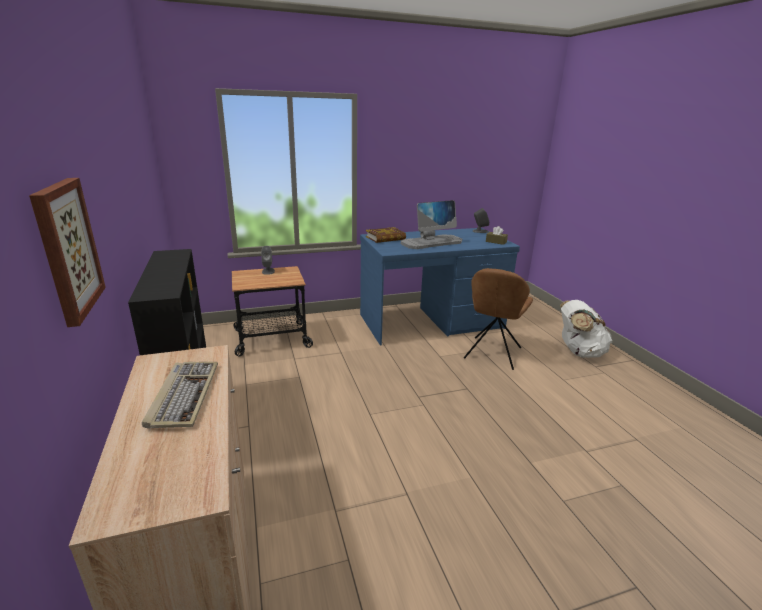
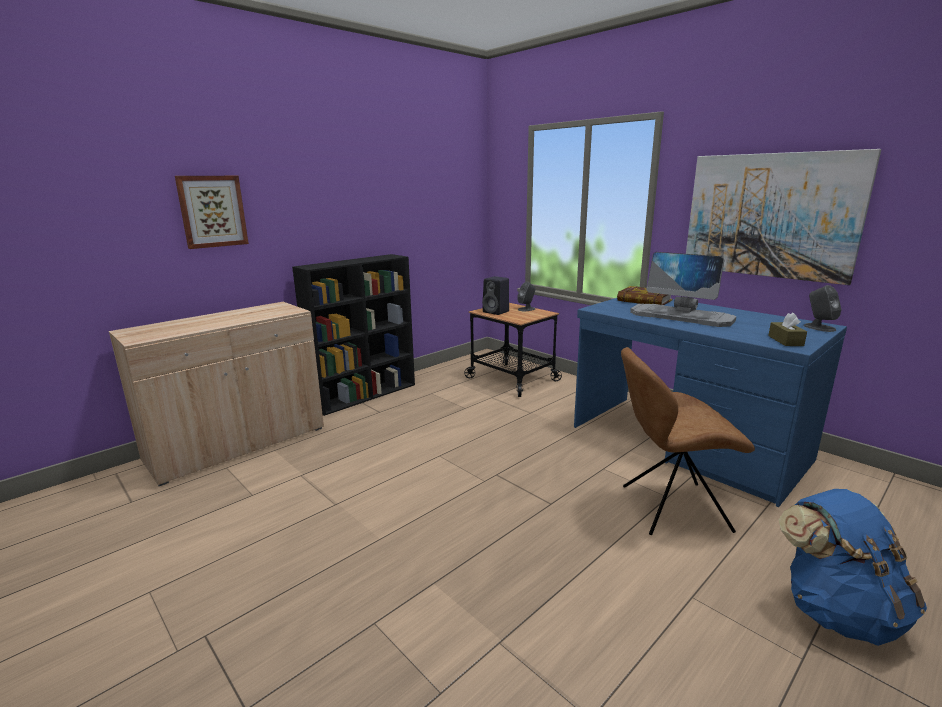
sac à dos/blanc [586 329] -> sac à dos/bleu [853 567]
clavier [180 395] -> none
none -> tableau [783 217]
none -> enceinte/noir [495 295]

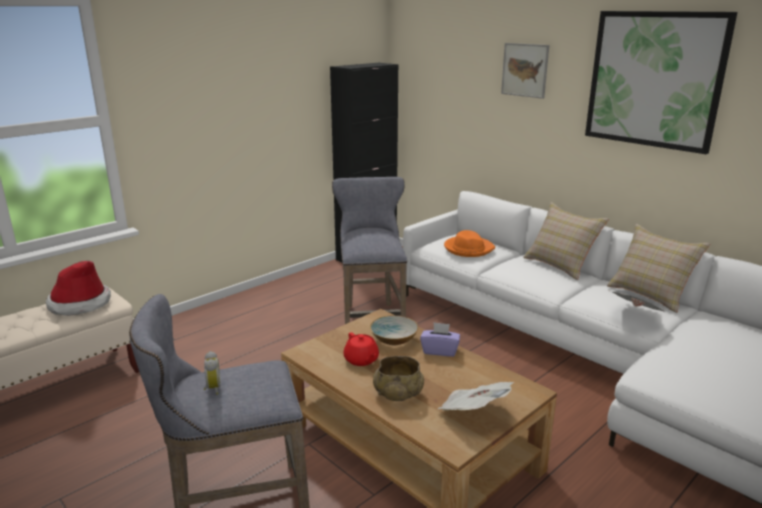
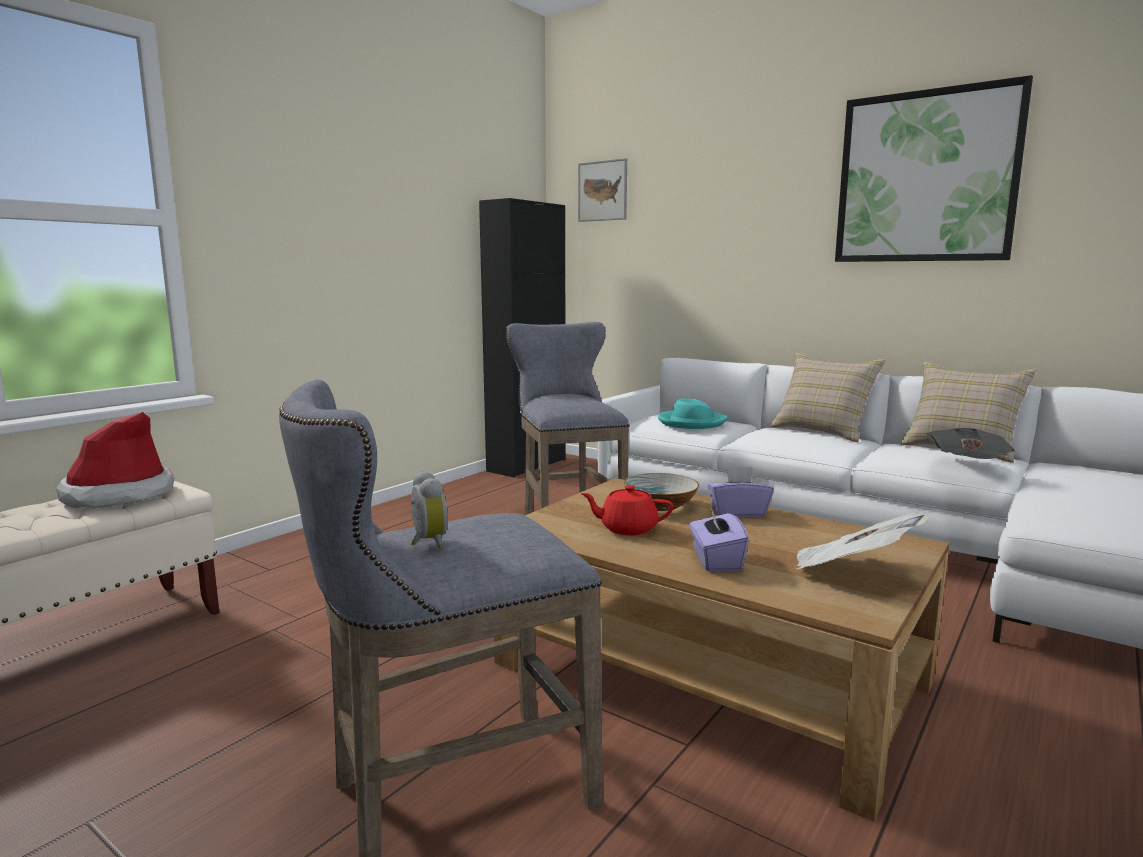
tableau [525 71] -> tableau [602 190], relocated
chapeau/orange [469 243] -> chapeau/turquoise [693 413]
théière/rouge [361 349] -> théière/rouge [627 510], 135 degrees clockwise
bol/beige [398 378] -> boîte à mouchoirs/violet [719 538]

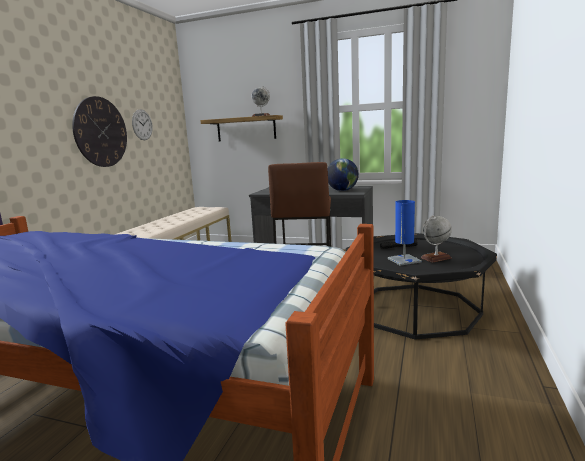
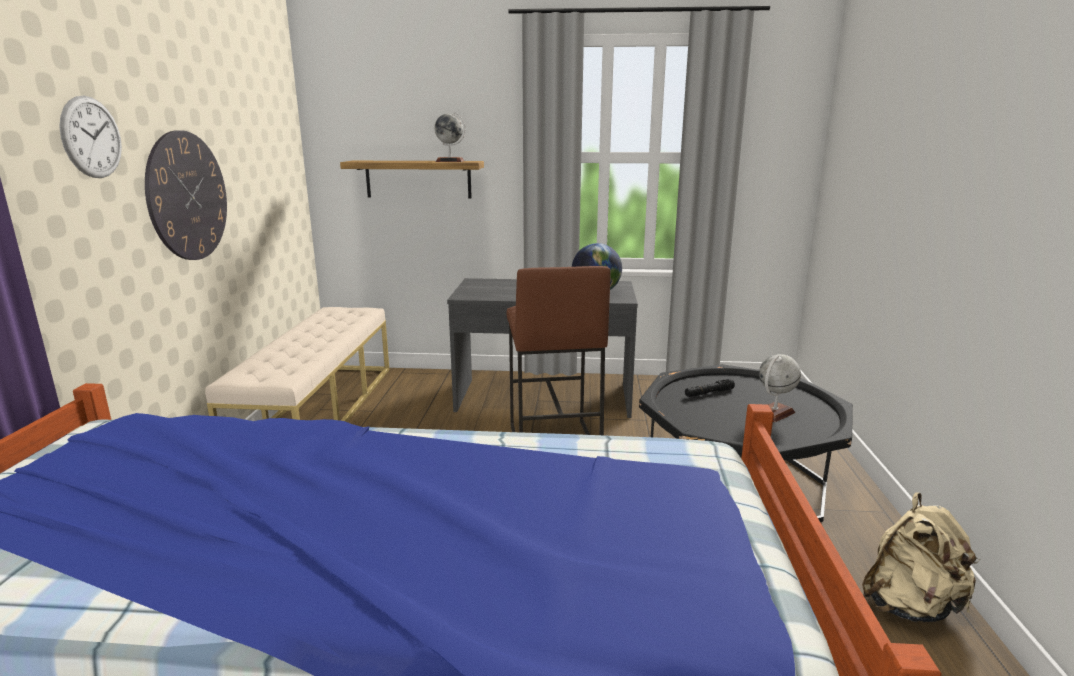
horloge murale [142 124] -> horloge murale [90 137], relocated
lampe de table/bleu [405 233] -> none
none -> sac à dos/beige [921 557]

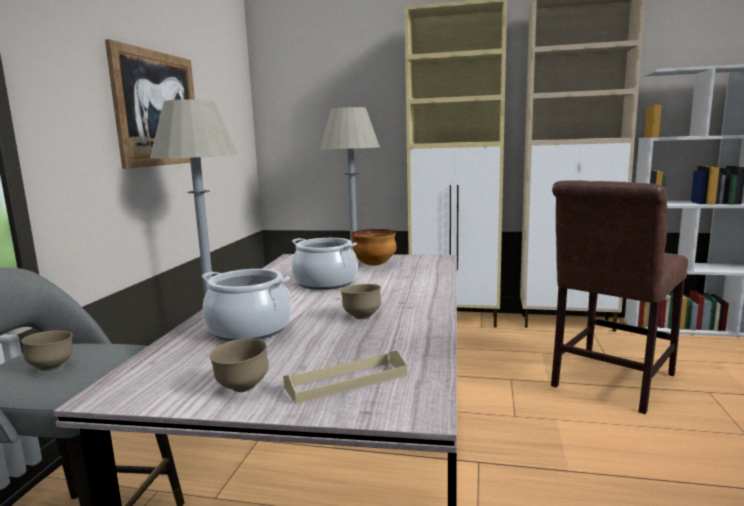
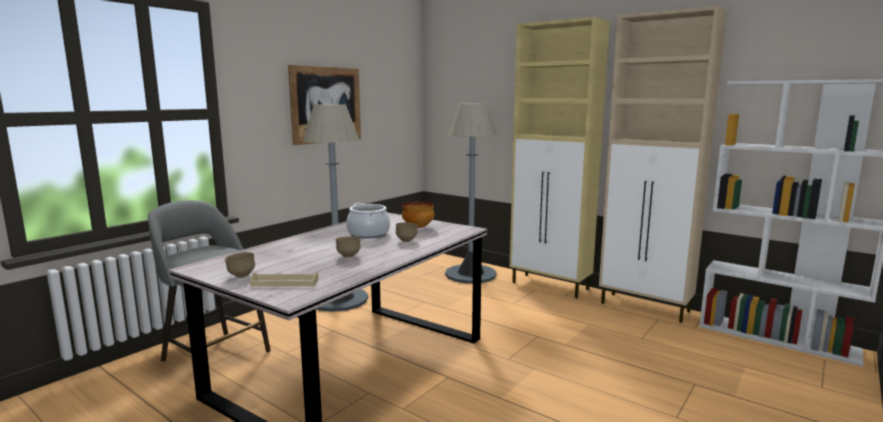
chaise/marron [619 297] -> none
marmite [247 305] -> none
bol/marron [47 350] -> bol/marron [407 232], relocated

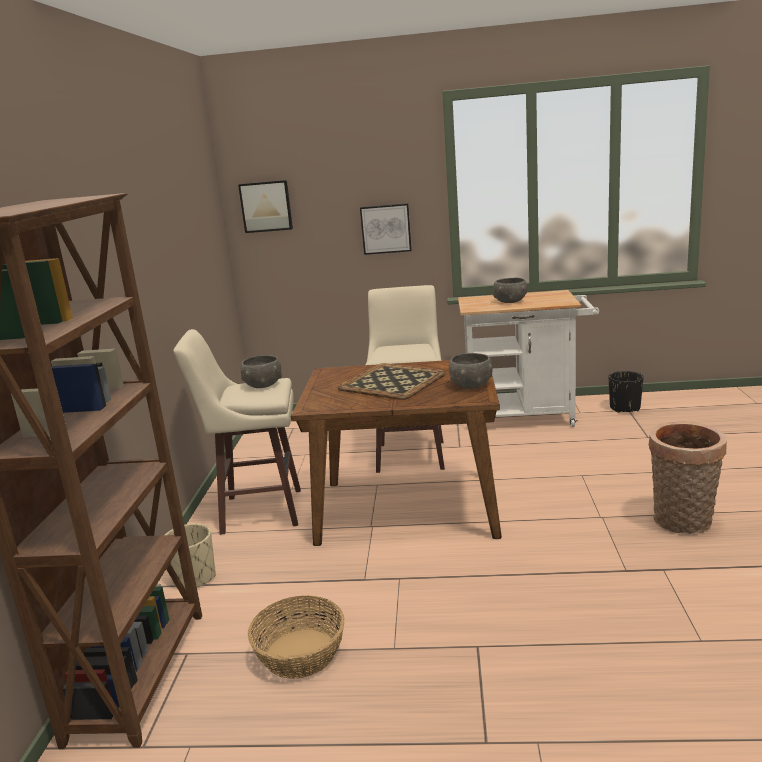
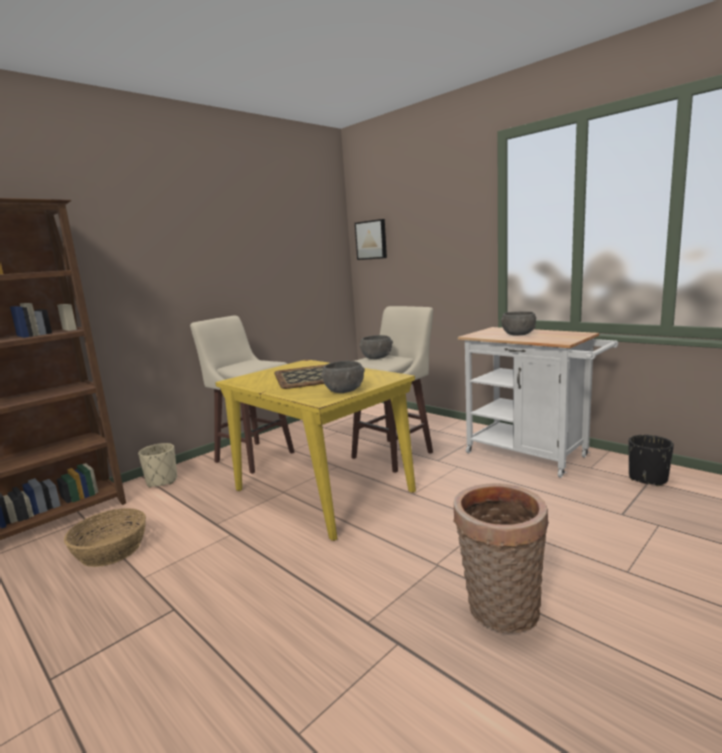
tableau [386 229] -> none
bol/gris [261 371] -> bol/gris [376 347], relocated
table à manger/marron [396 453] -> table à manger/jaune [315 450]

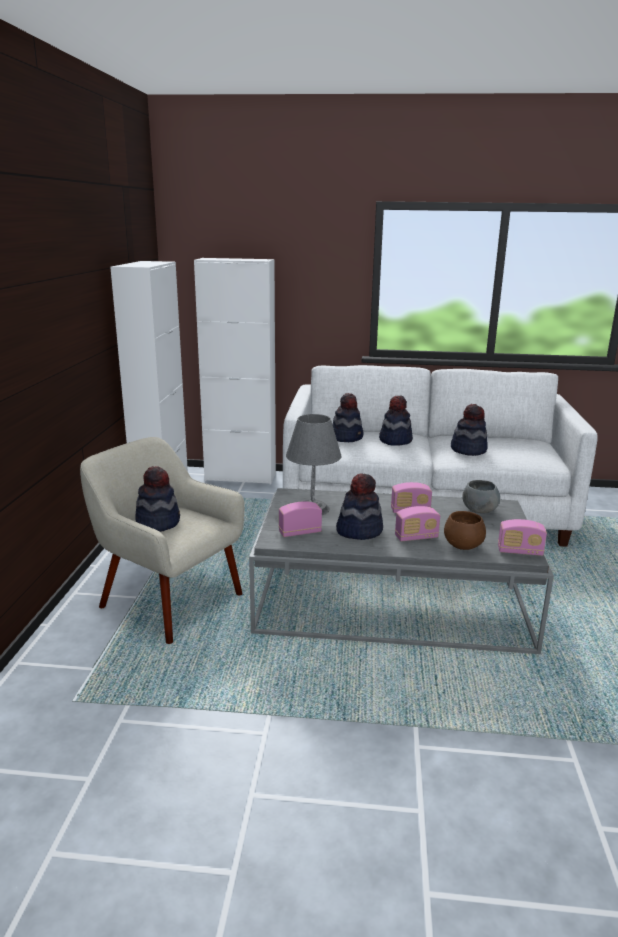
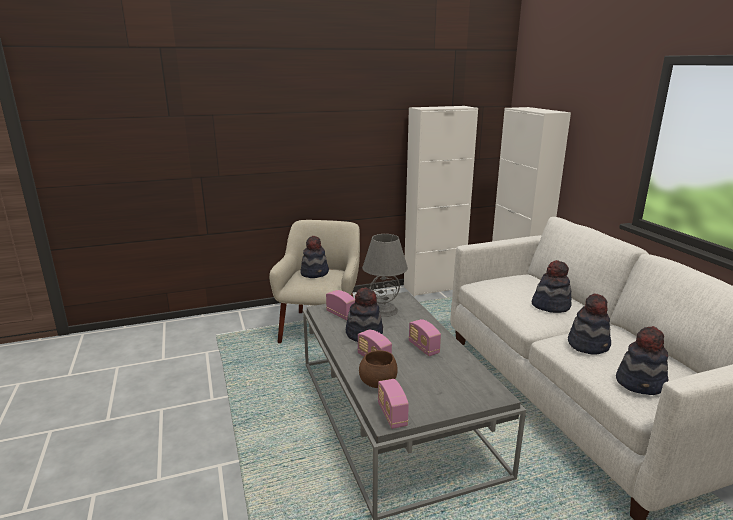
chapeau [348 417] -> chapeau [642 360], relocated
bol/gris [481 496] -> none

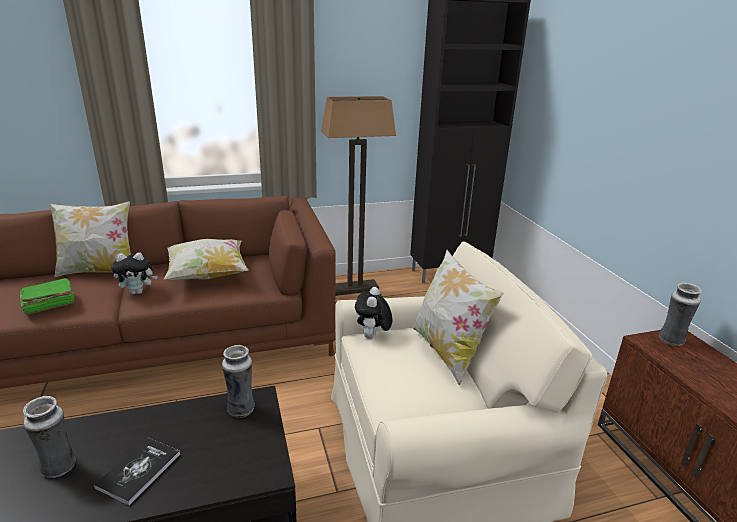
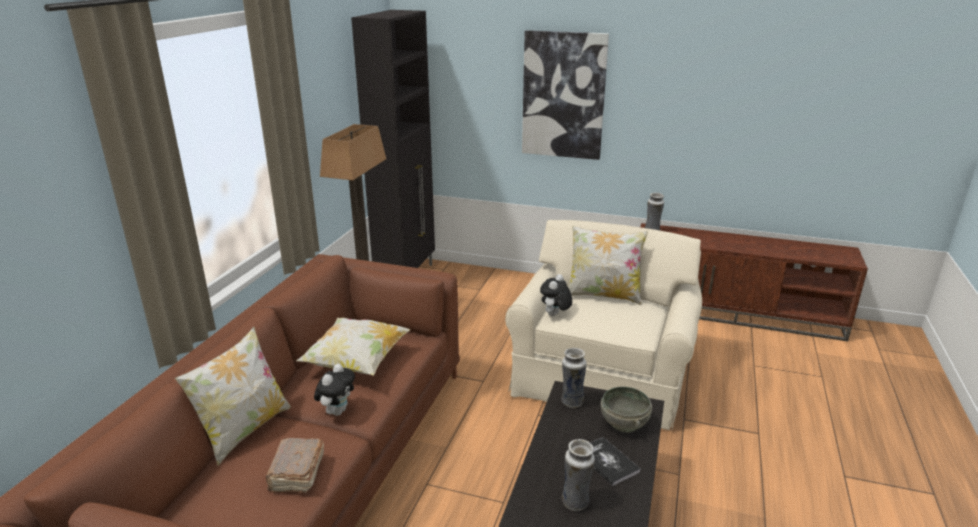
livre/vert [47 296] -> livre/marron [295 465]
peluche [373 313] -> peluche [556 295], 75 degrees clockwise
none -> tableau [565 95]
none -> bol/gris [626 410]

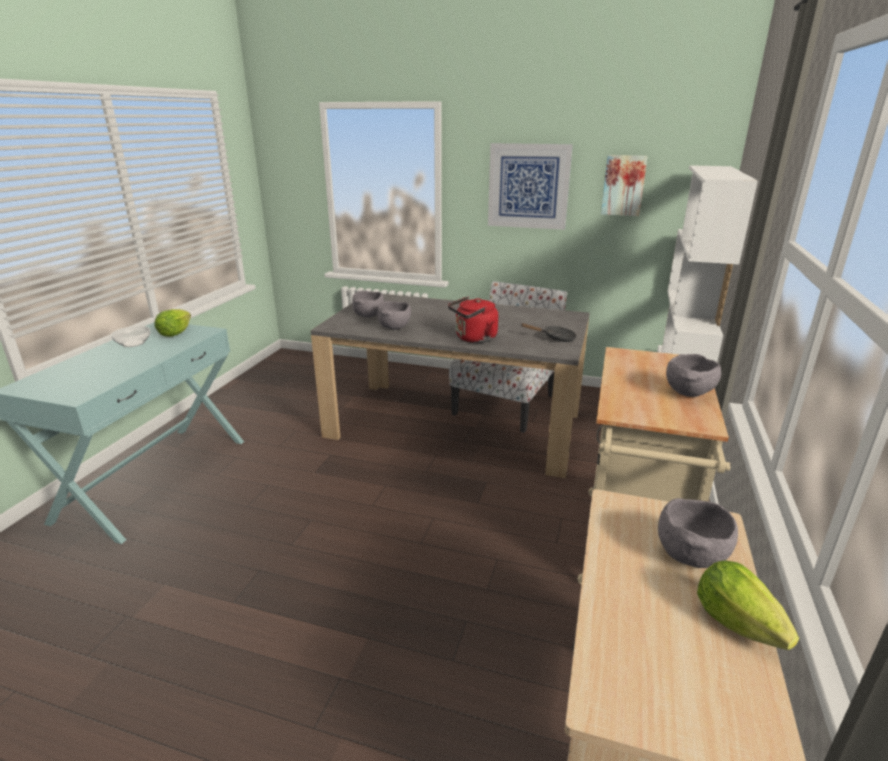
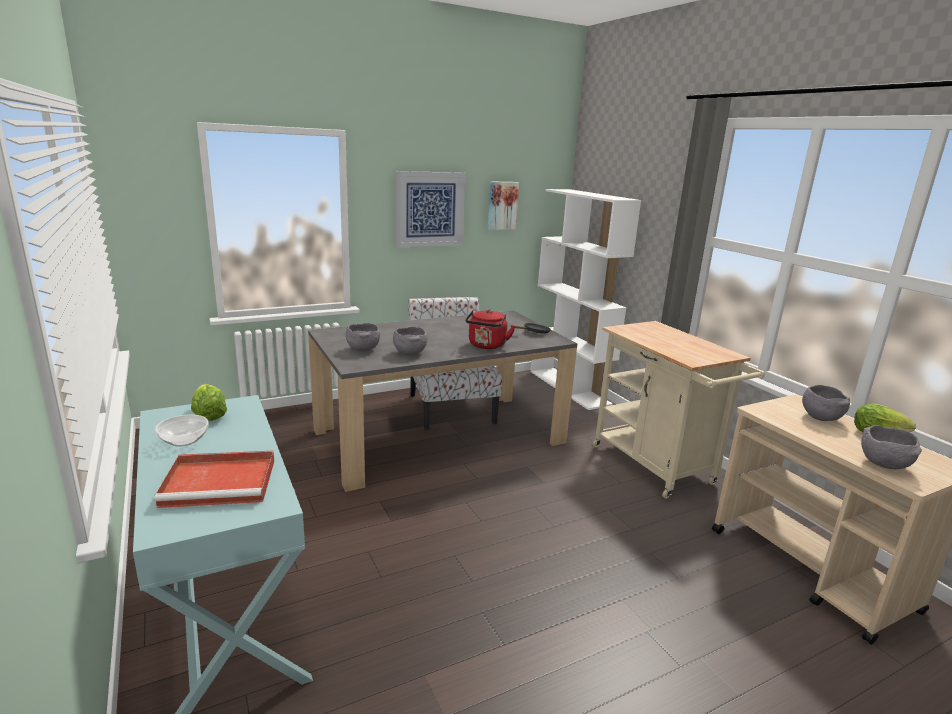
bol/gris [693 375] -> bol/gris [891 447], relocated
none -> plateau/rouge [214 479]

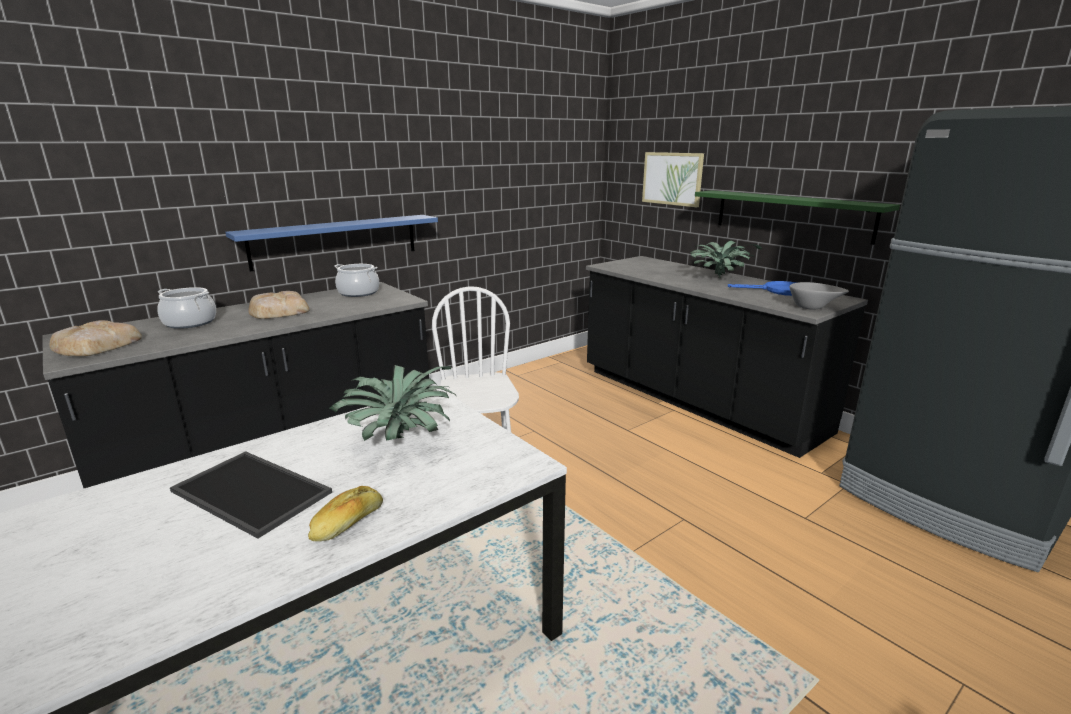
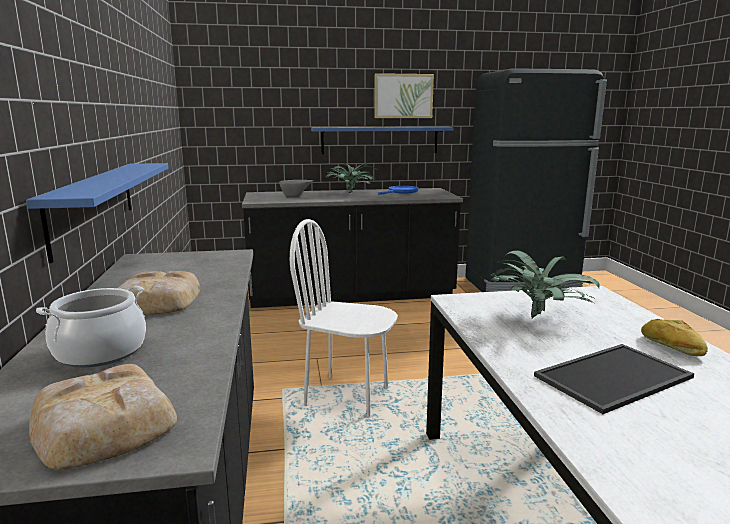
tableau [673 179] -> tableau [404 95], relocated
étagère/vert [797 217] -> étagère/bleu [382 141]
marmite [356 280] -> none
bol/gris [819 296] -> bol/gris [296 188], relocated

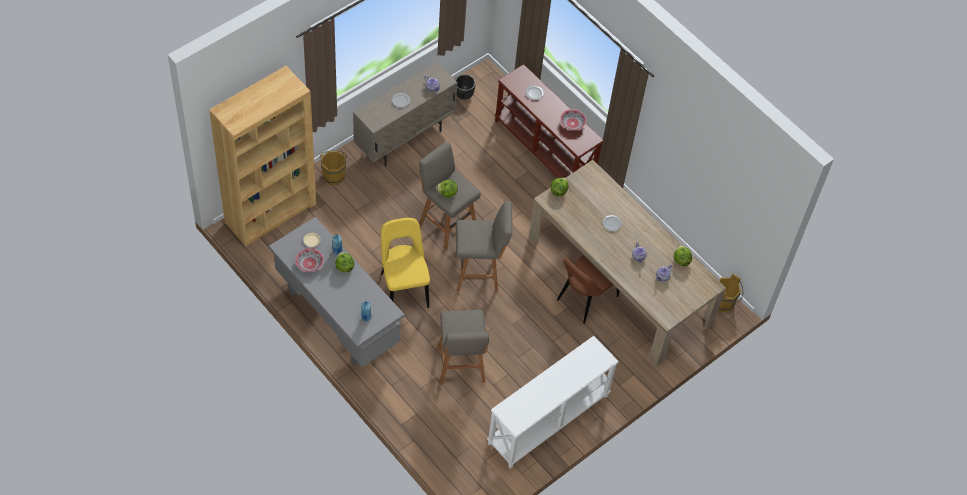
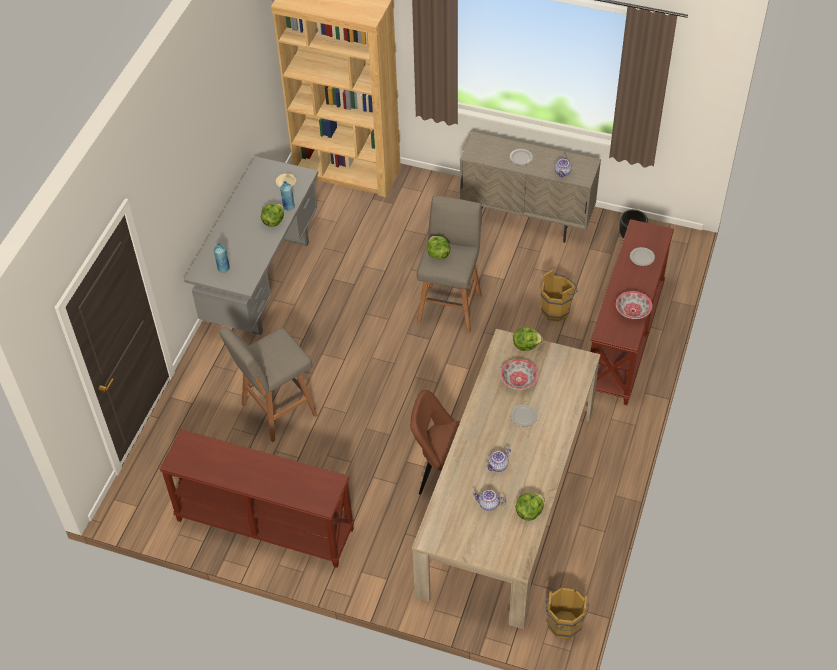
seau/marron [333 167] -> seau/marron [559 295], relocated
tabouret/gris [484 246] -> none
chaise/jaune [405 263] -> none
bol [309 260] -> bol [519 374], relocated
table console/blanc [553 402] -> table console/marron [257 498]

